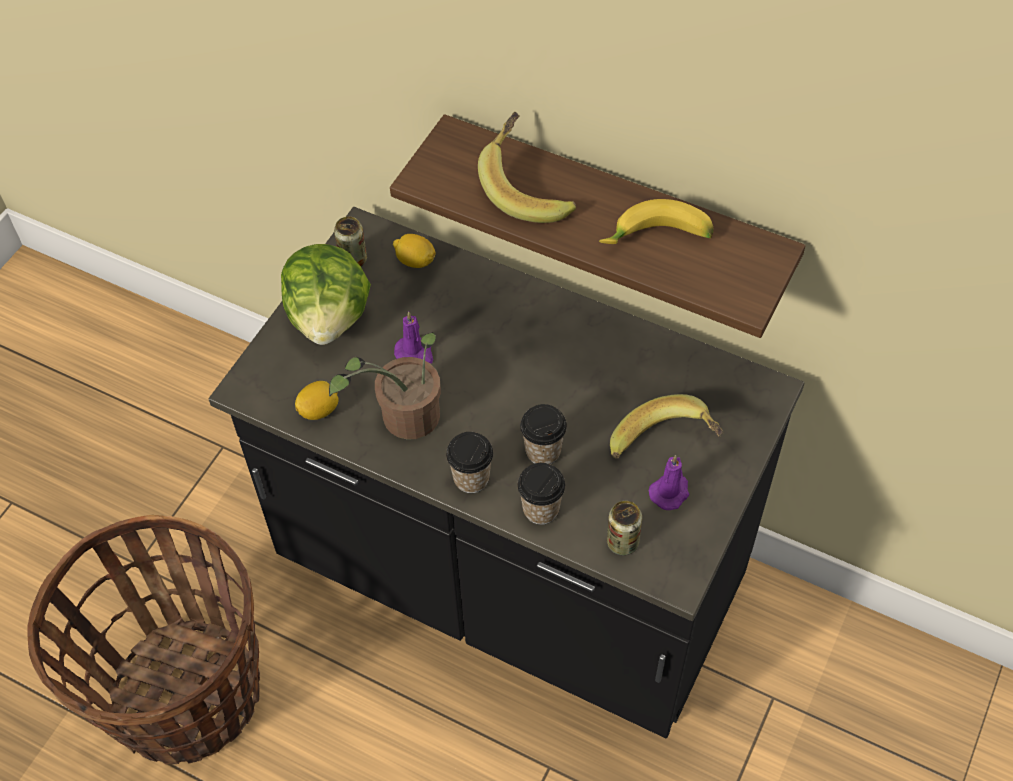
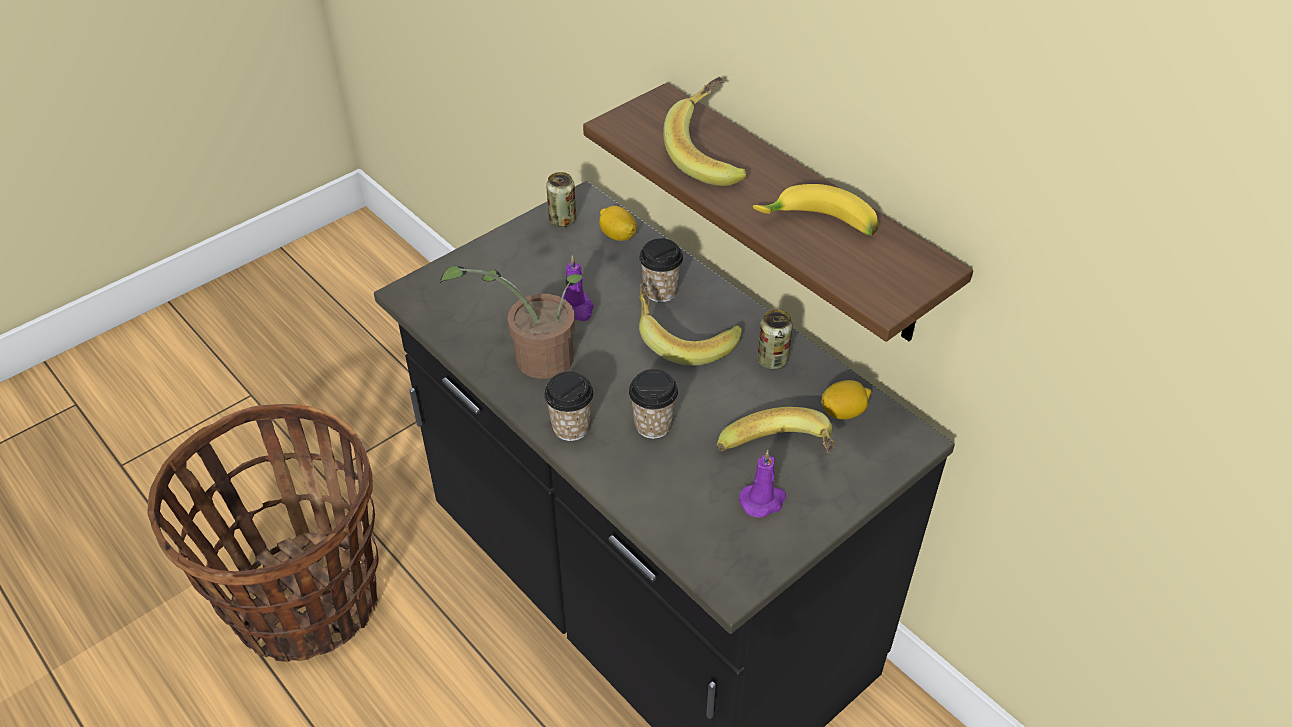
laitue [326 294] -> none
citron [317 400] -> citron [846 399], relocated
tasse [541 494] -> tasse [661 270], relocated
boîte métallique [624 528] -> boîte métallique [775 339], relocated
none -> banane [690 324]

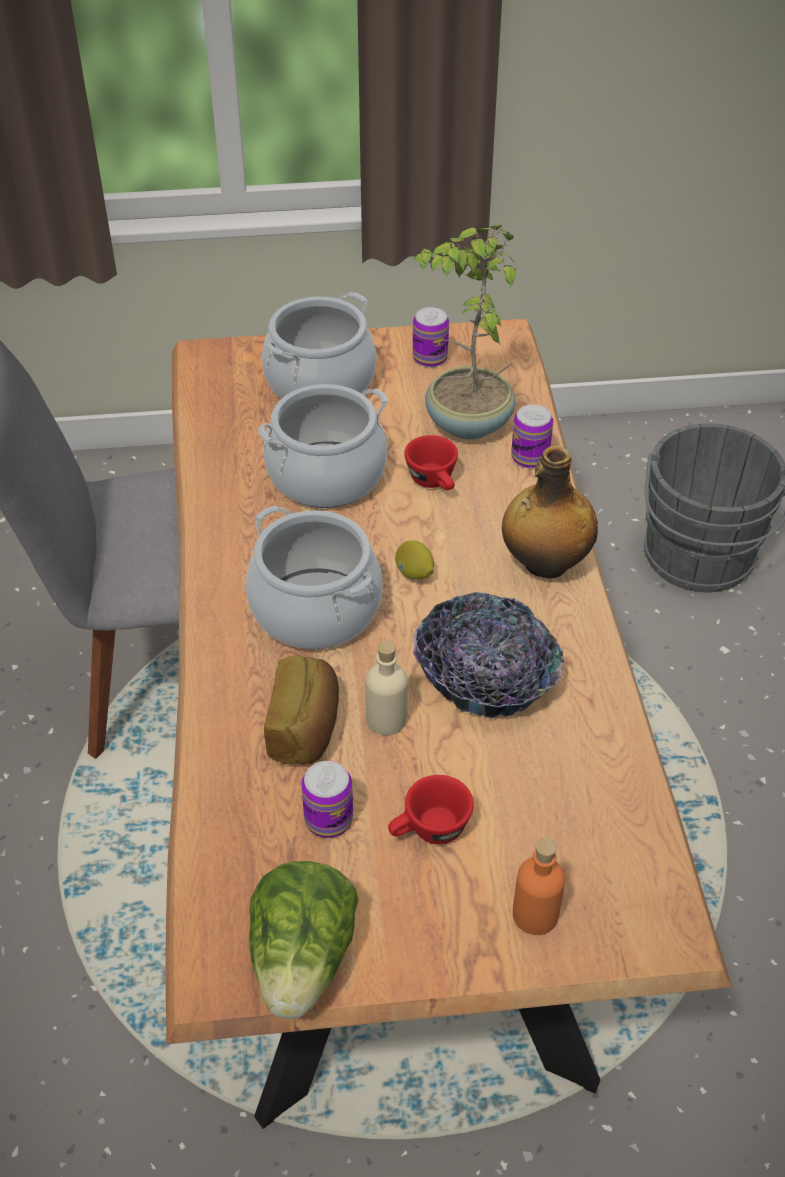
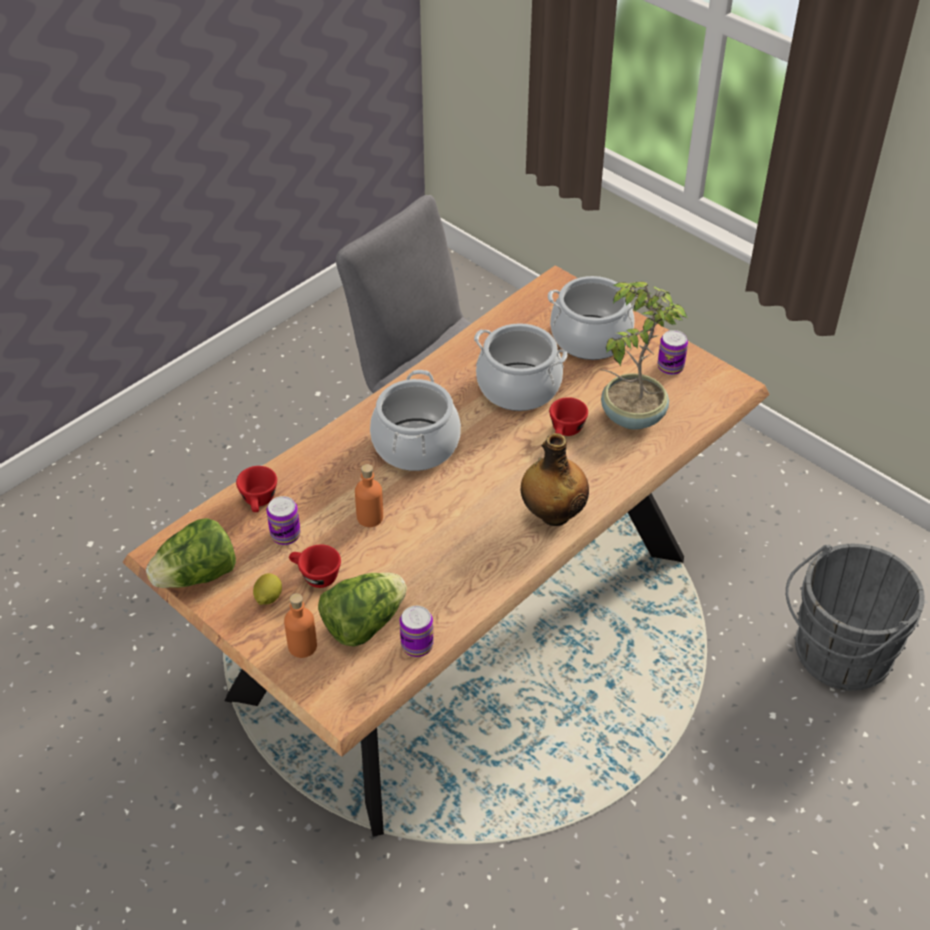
boîte métallique [532 436] -> boîte métallique [417 631], relocated
citron [414 560] -> citron [267 589], relocated
bol [488 655] -> none
bouteille/beige [386 687] -> bouteille/orange [369 495]
pain [301 710] -> none
none -> tasse/rouge [256 489]
none -> laitue [362 609]

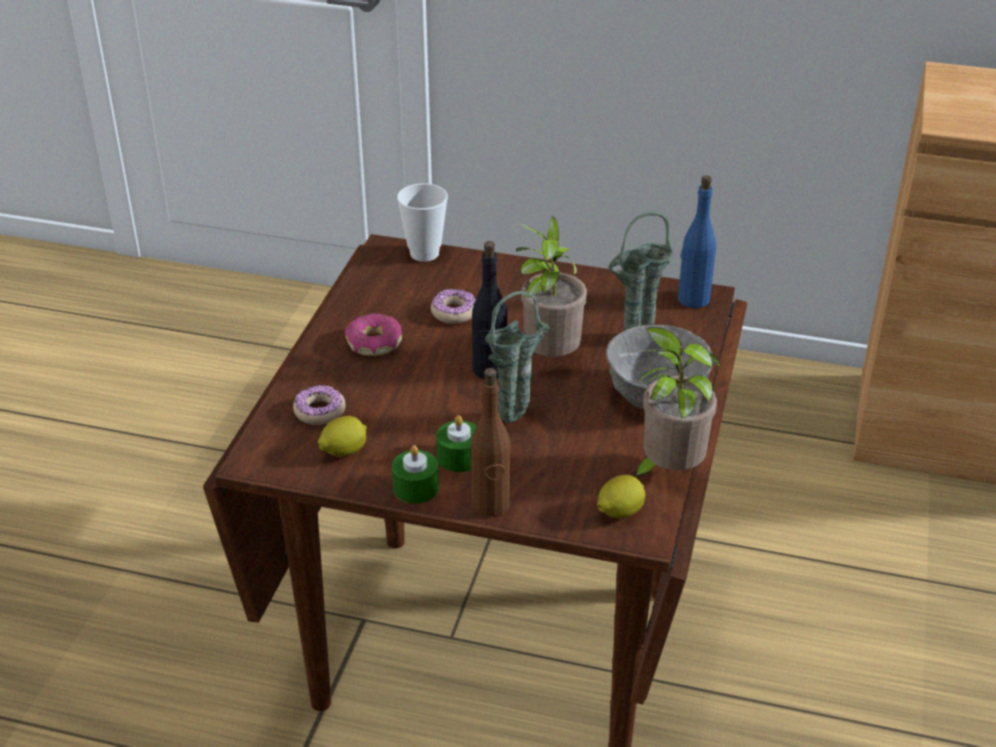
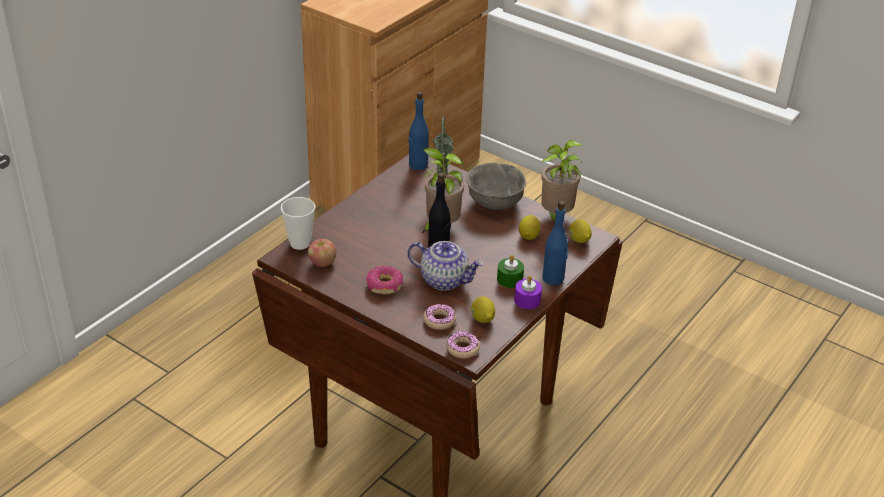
beignet [453 306] -> beignet [463 344], relocated
vase/vert [517 357] -> none
bouteille/marron [491 442] -> bouteille/bleu [555 243]
bougie/vert [415 474] -> bougie/violet [528 292]
none -> citron [530 227]
none -> pomme [322 253]
none -> théière [445 266]

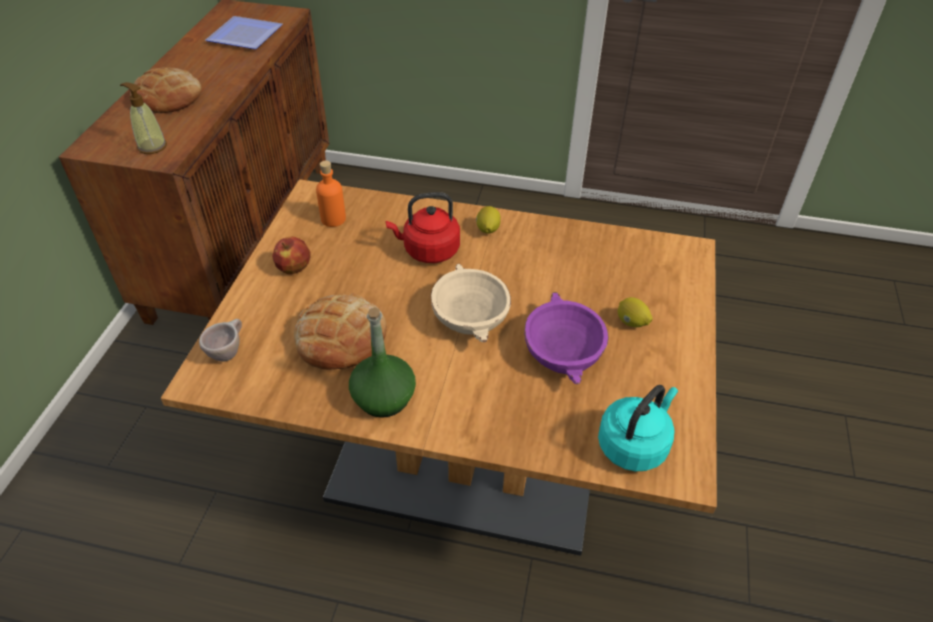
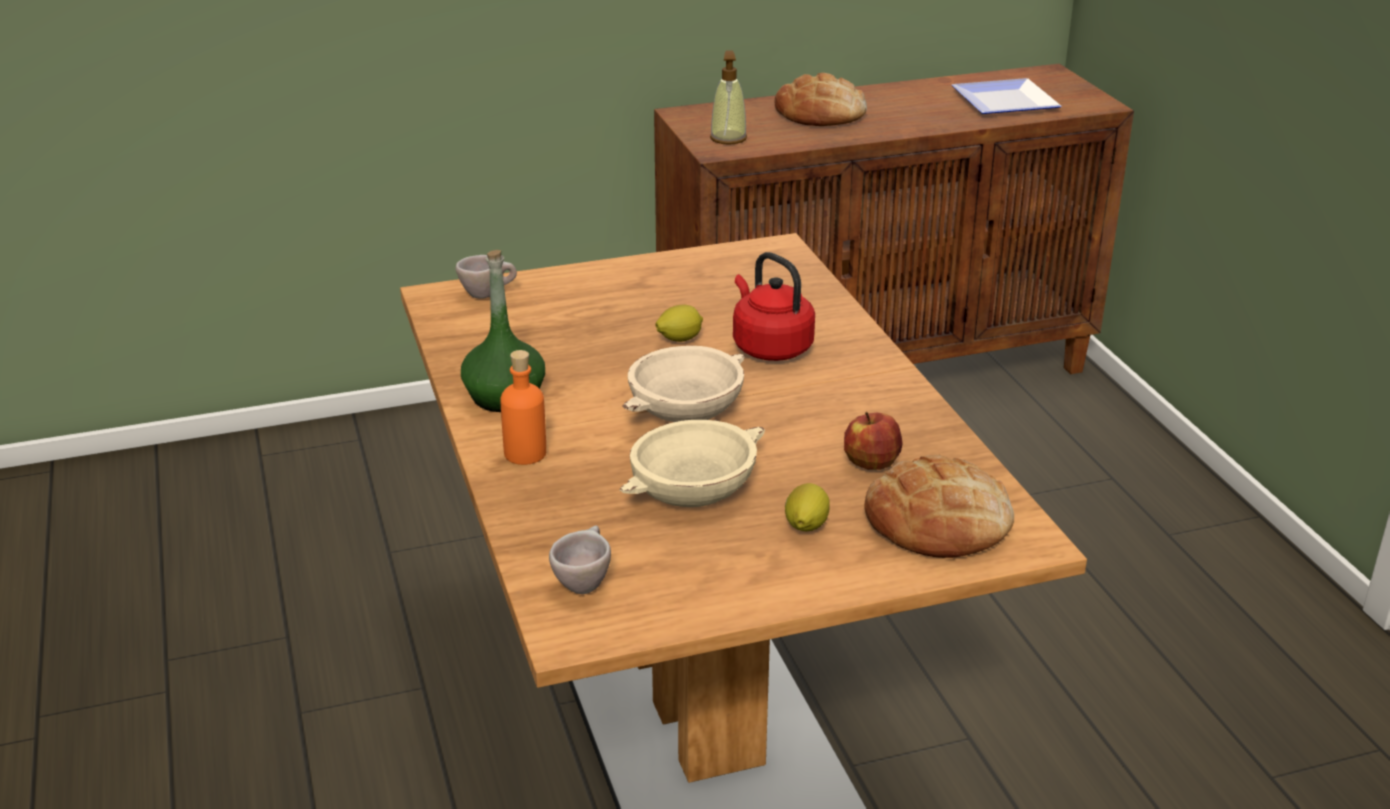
bouteille/orange [331 193] -> bouteille/orange [523 407], relocated
citron [488 219] -> citron [679 323], relocated
pomme [291 255] -> pomme [873 441], relocated
bol/violet [566 338] -> bol/beige [692 463]
pain [340 331] -> pain [939 506], relocated
bouilloire/turquoise [638 428] -> tasse/beige [580 559]

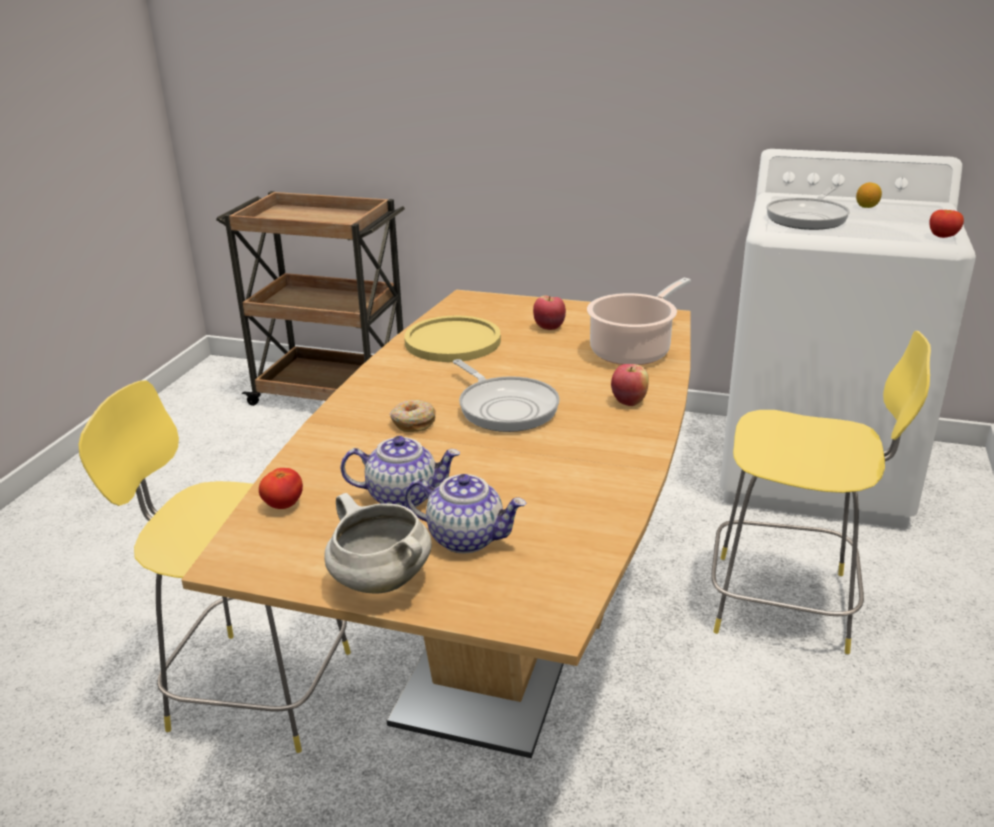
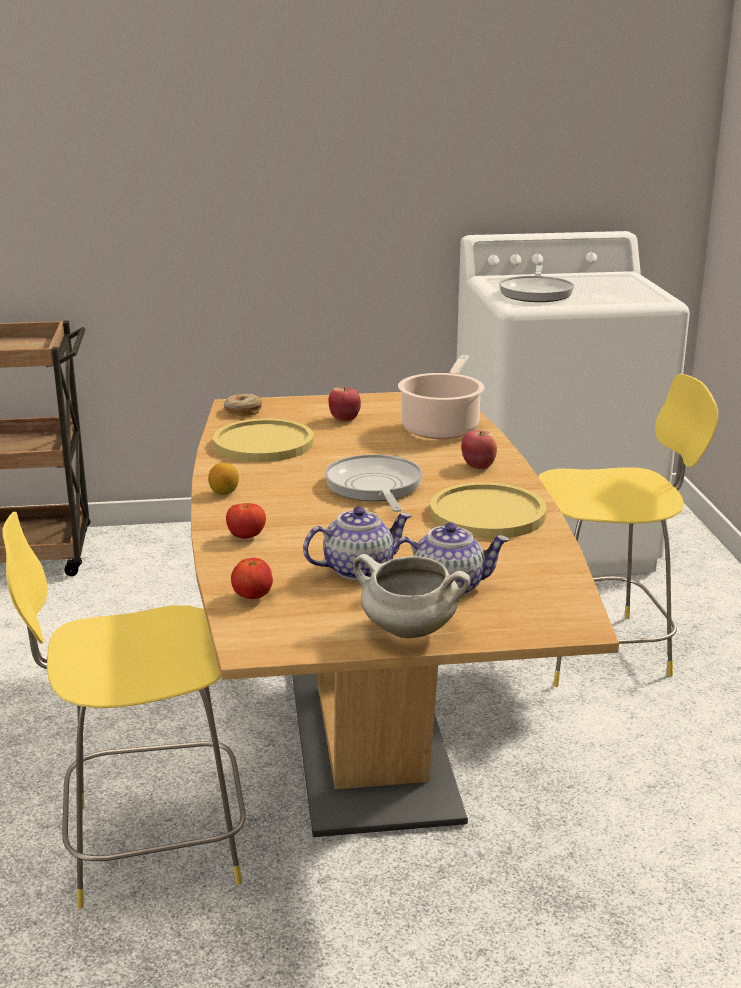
citron [869 195] -> citron [223 478], relocated
tomate [946 224] -> tomate [246 521], relocated
poêle [506 395] -> poêle [374 483], 135 degrees counterclockwise
beignet [413 416] -> beignet [243 405], relocated
none -> assiette/jaune [488 510]

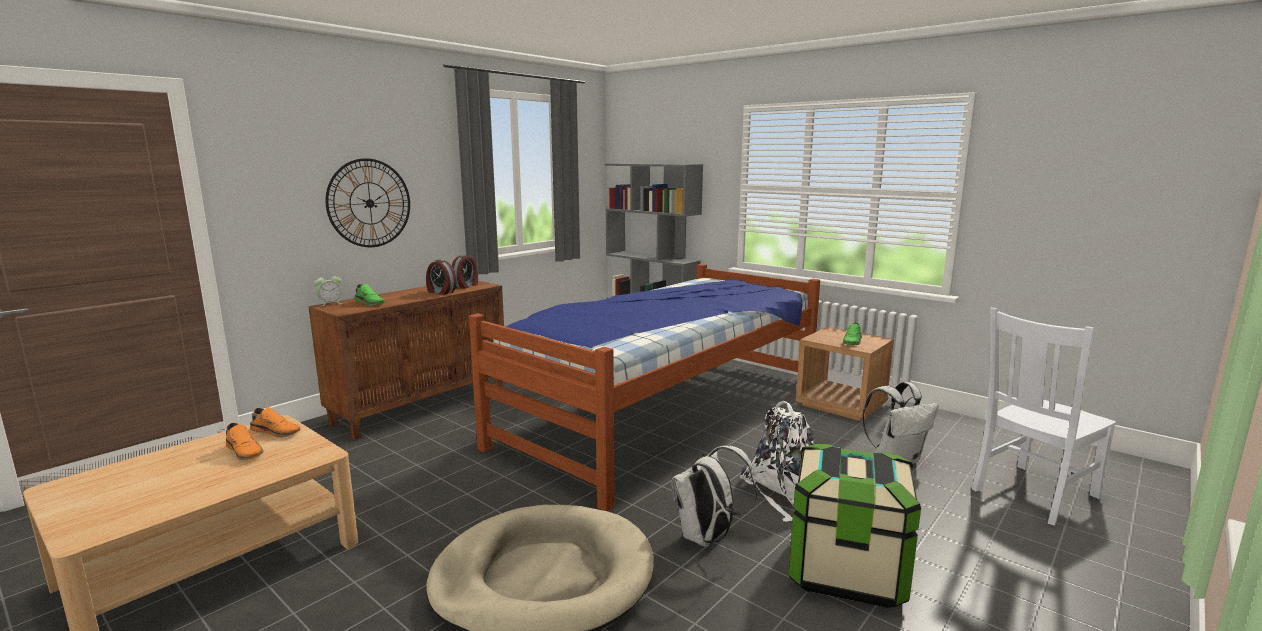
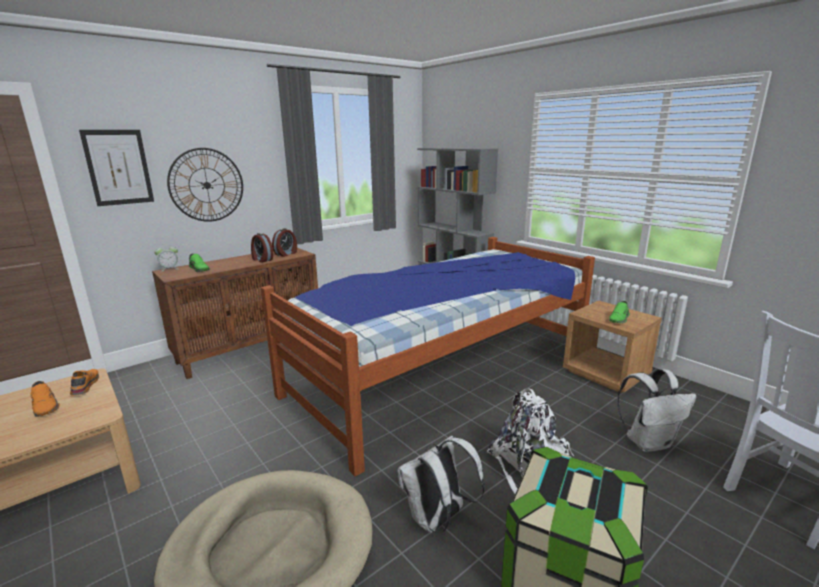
chaussure/orange [275 422] -> chaussure/orange [84 382], 135 degrees counterclockwise
none -> tableau [116 168]

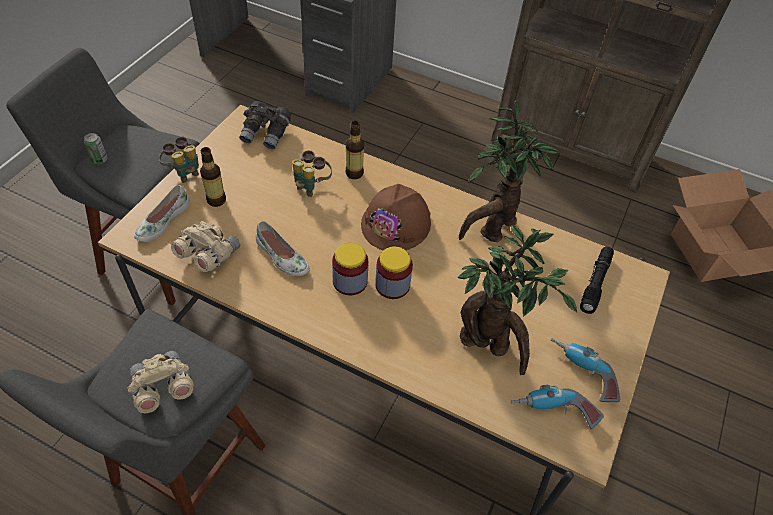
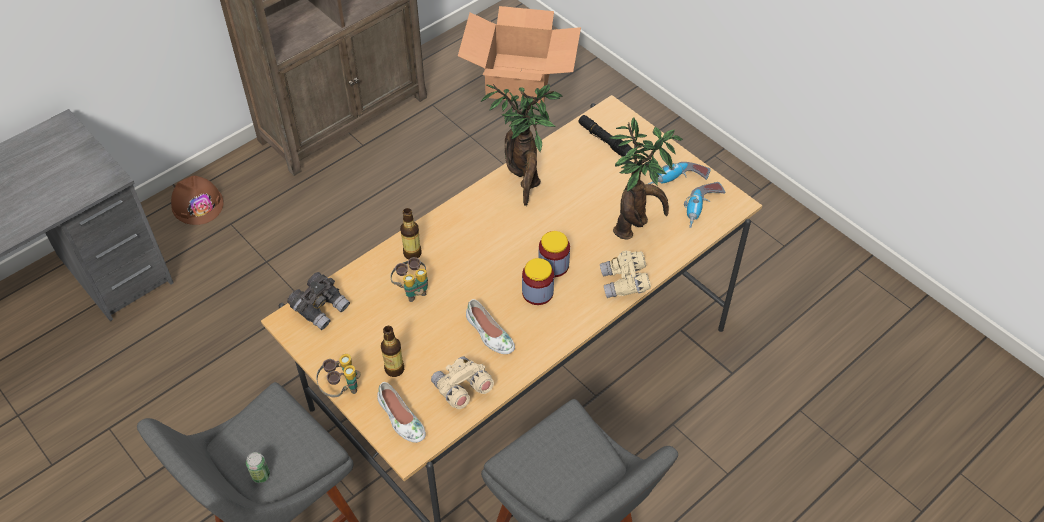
casque de chantier/marron [396 217] -> casque de chantier/marron [197 200], relocated
chaussure/blanc [283 248] -> chaussure/blanc [490 326], 75 degrees clockwise
jumelles/beige [160 382] -> jumelles/beige [625 274], relocated

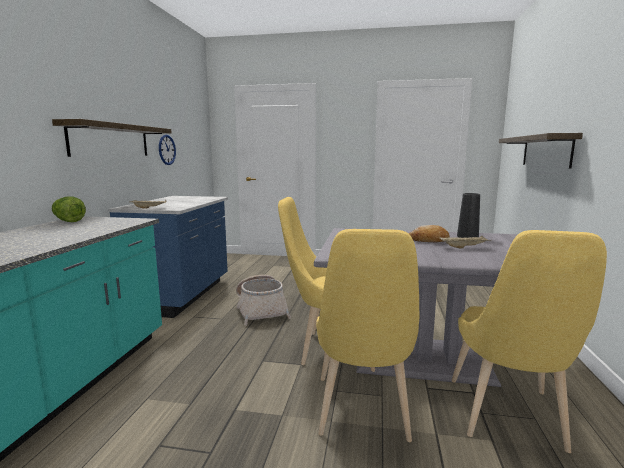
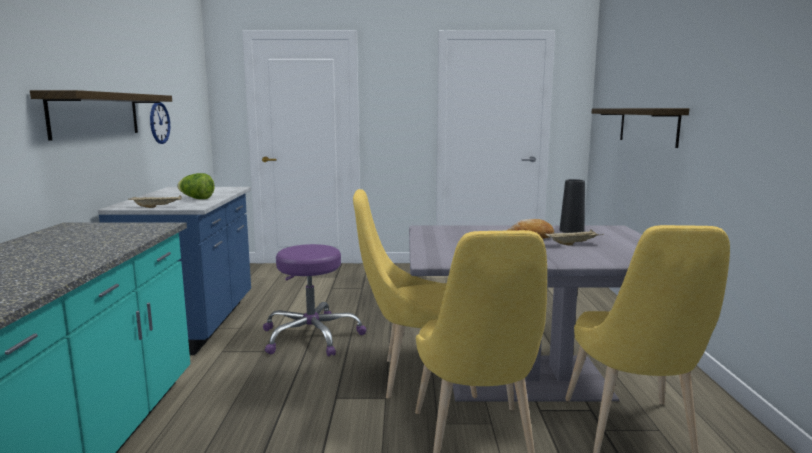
laitue [69 209] -> laitue [195 186], relocated
panier [263 300] -> tabouret/violet [314 300]

